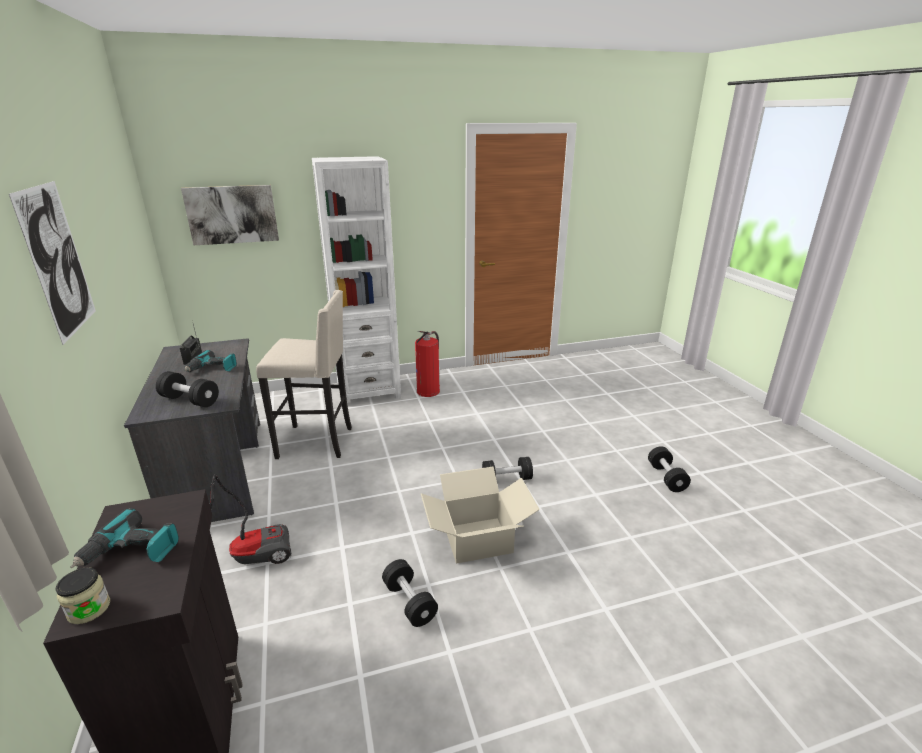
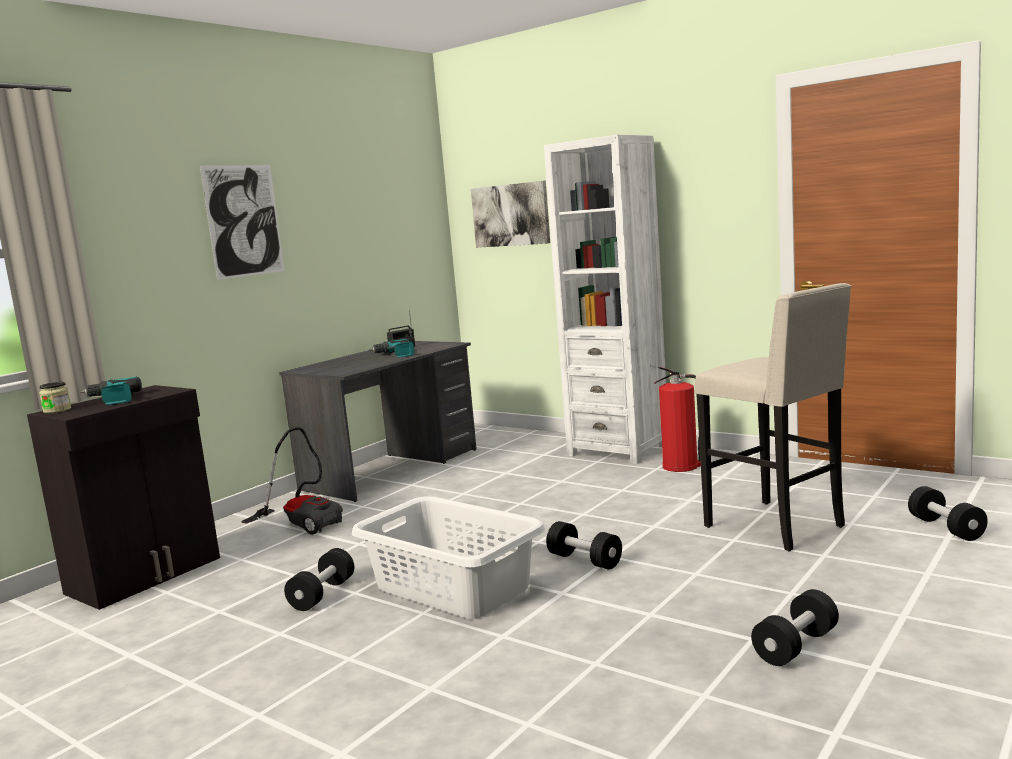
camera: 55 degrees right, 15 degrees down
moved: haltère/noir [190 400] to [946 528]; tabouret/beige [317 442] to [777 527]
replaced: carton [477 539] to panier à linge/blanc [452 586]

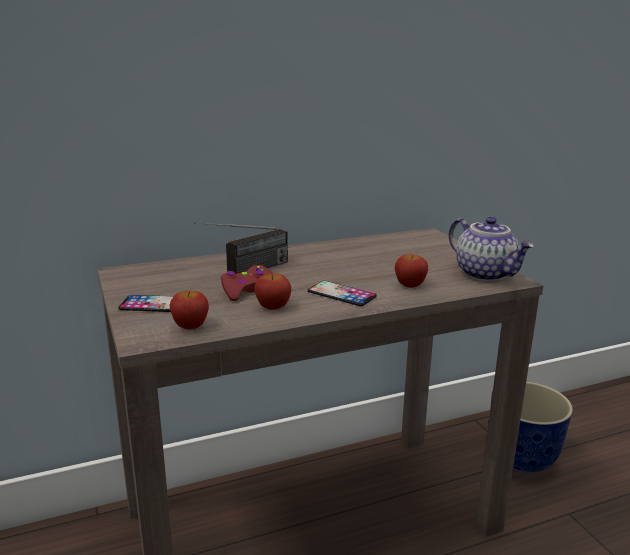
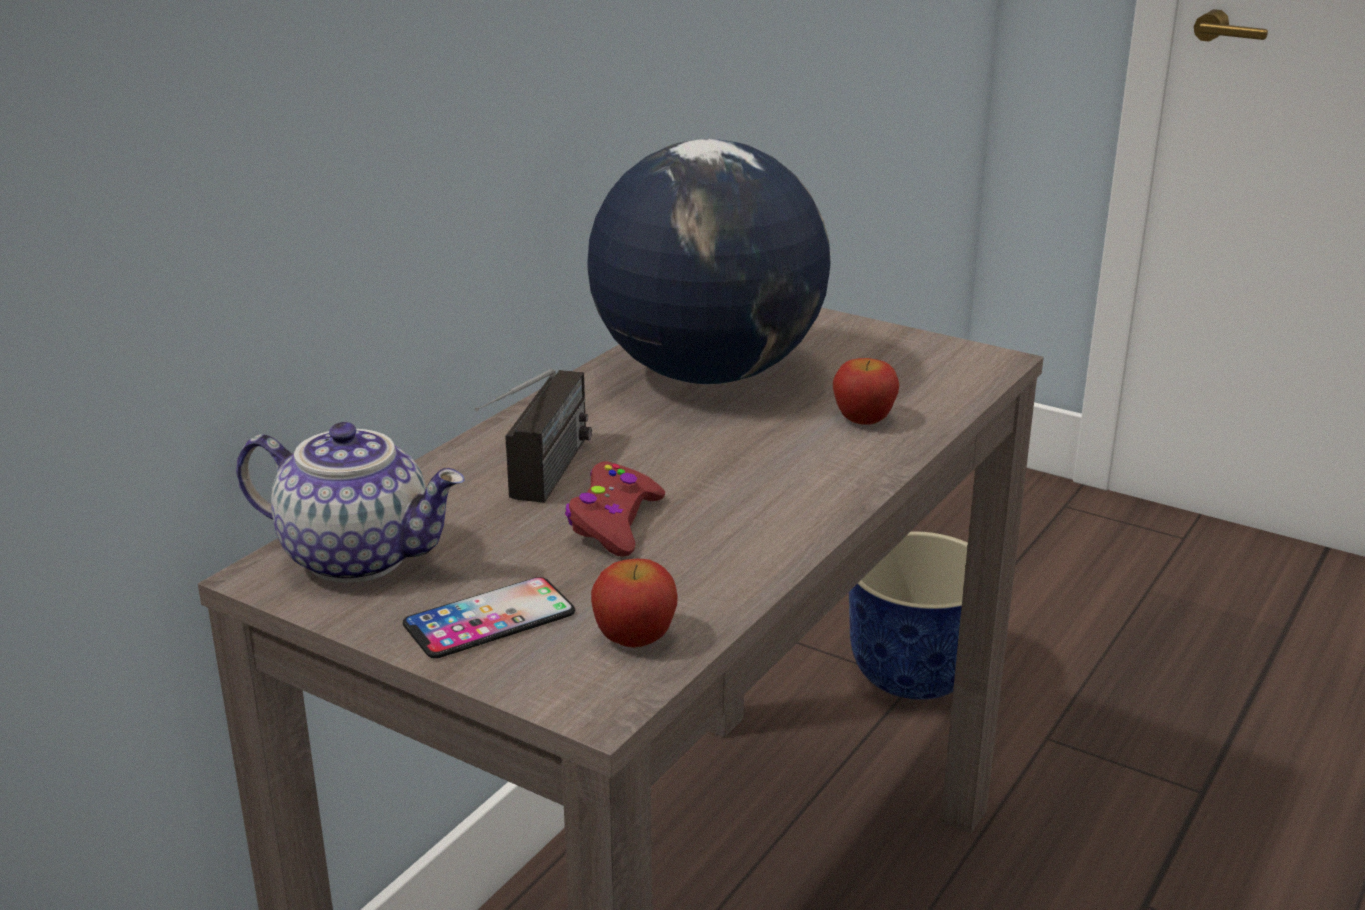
camera: 35 degrees left, 5 degrees up
removed: pomme [273 307]; téléphone [341 294]
added: globe [706 373]
moved: théière [486 274] to [360 556]

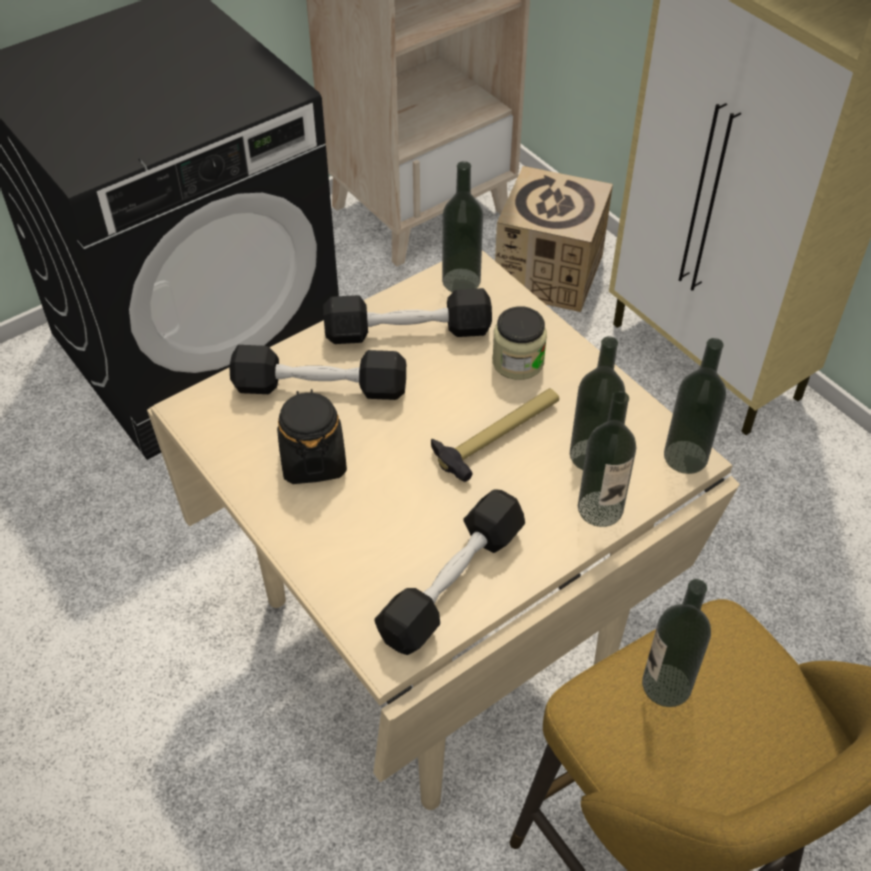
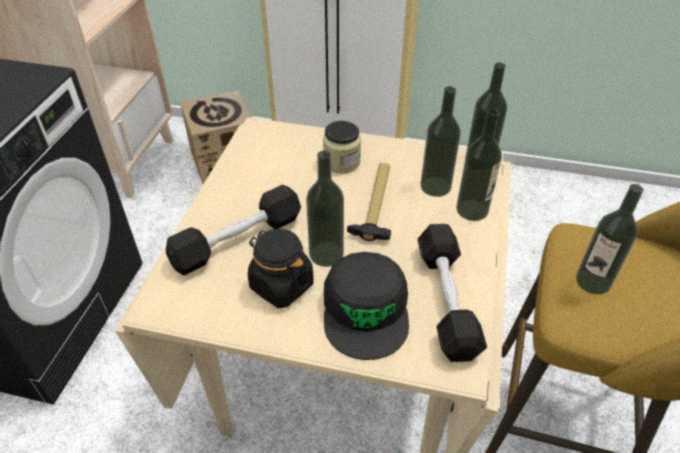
camera: 40 degrees left, 5 degrees down
removed: haltère/noir [408 331]
added: casquette/noir [366 310]
moved: bouteille [461 281] to [326 254]

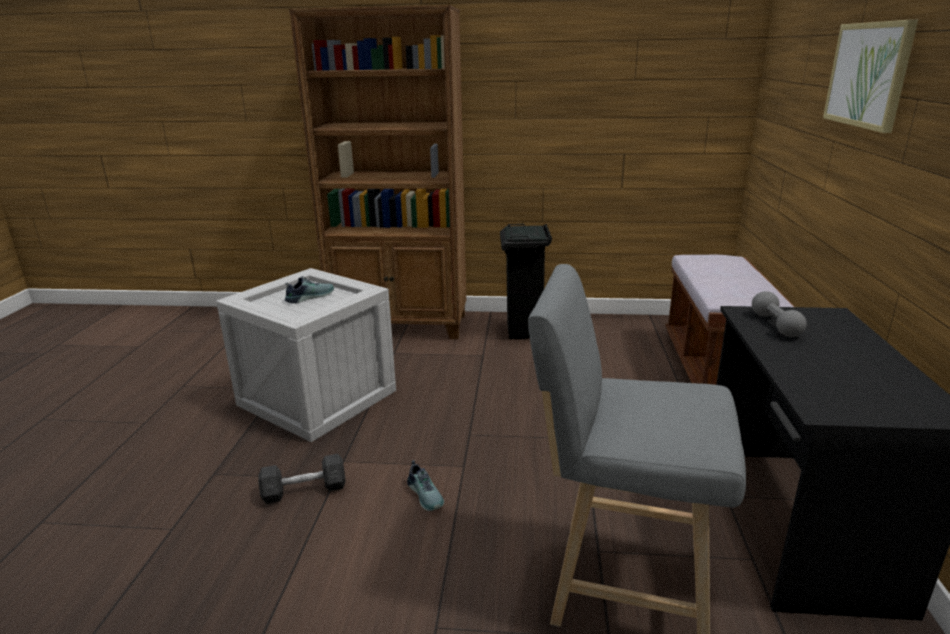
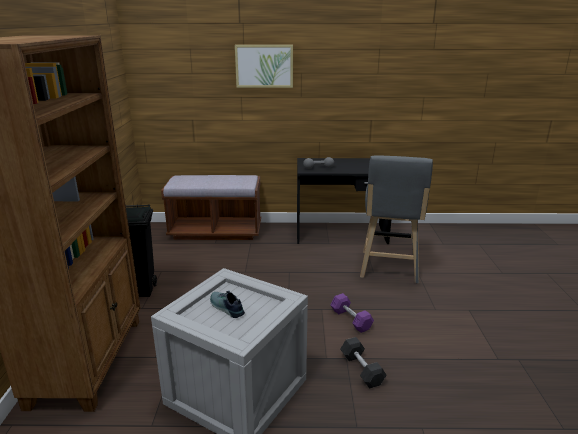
camera: 95 degrees left, 0 degrees up
replaced: chaussure [426 494] to haltère/violet [351 319]

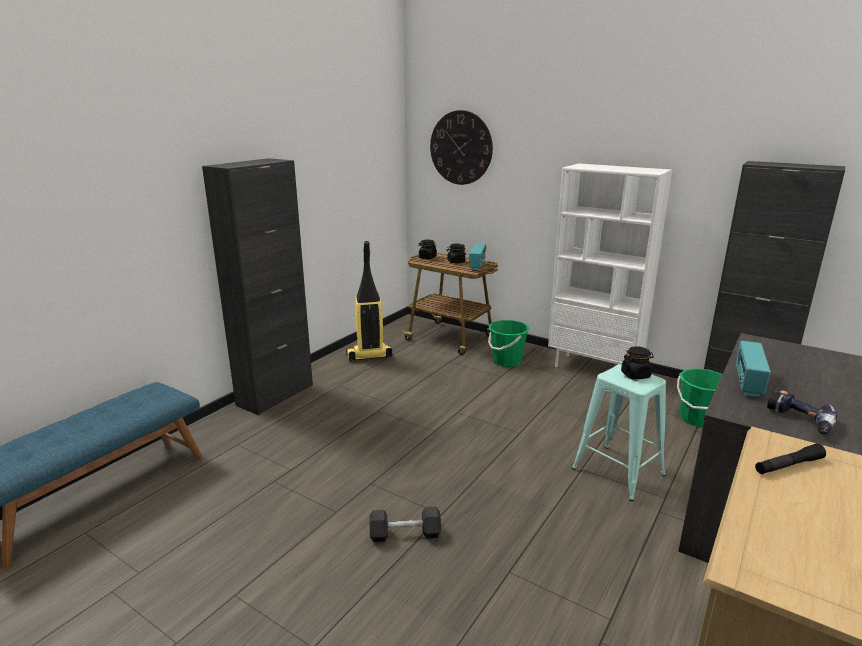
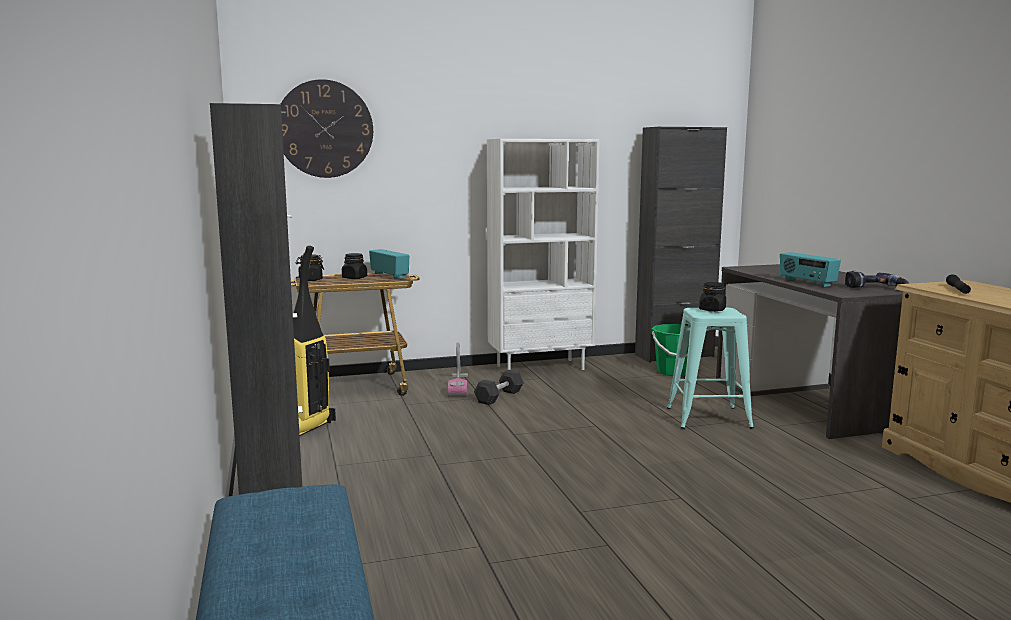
camera: 50 degrees left, 10 degrees down
moved: haltère/noir [405 534] to [499 397]
replaced: seau/vert [506 361] to aspirateur [458 386]

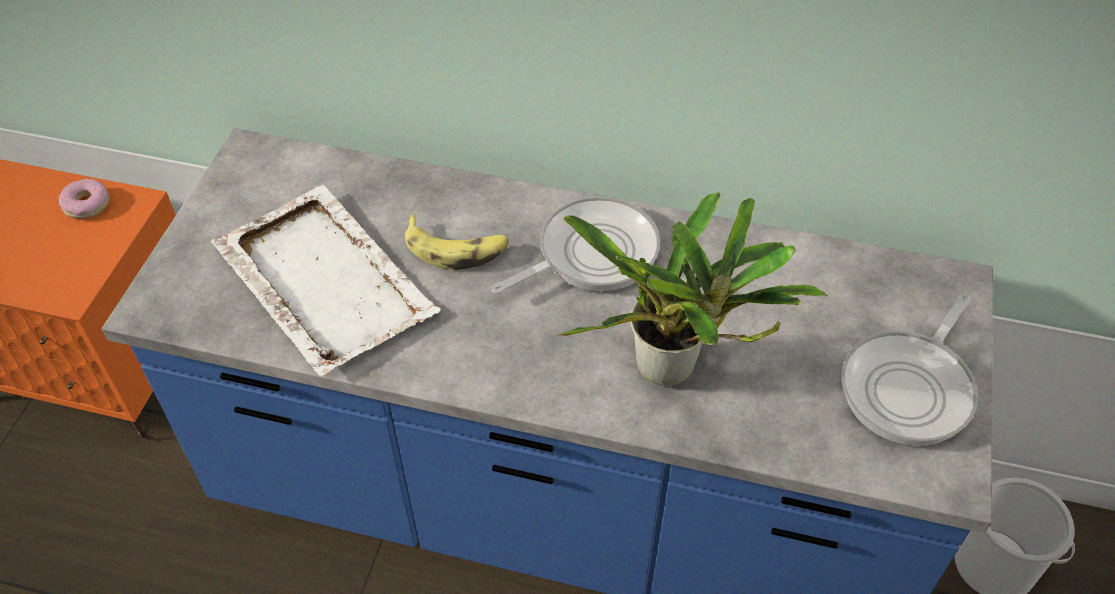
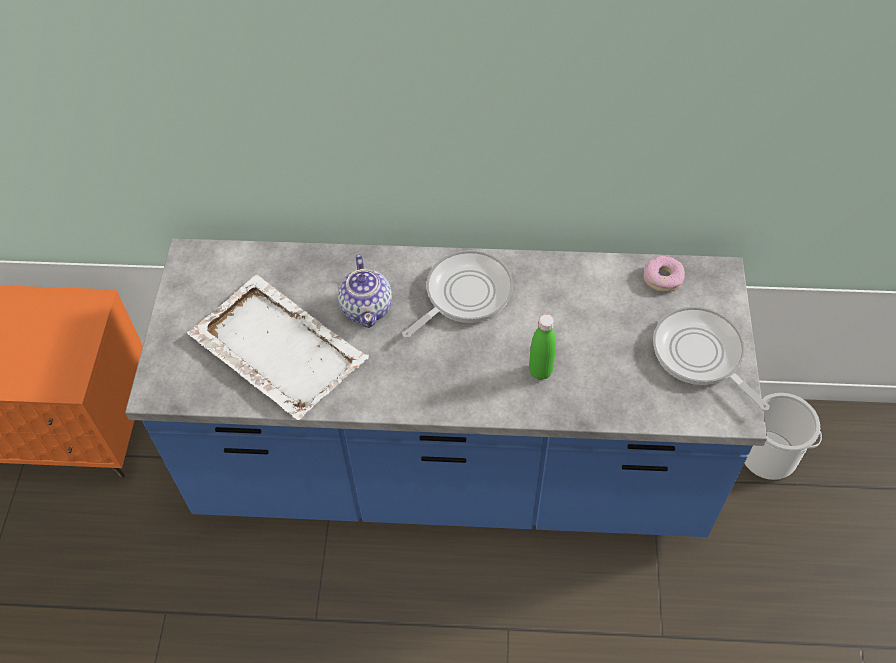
camera: 10 degrees left, 5 degrees up
moved: beignet [86 204] to [662 278]
replaced: banane [457 249] to théière [367 307]; plante en pot [673 370] to bouteille/vert [540 371]
turned: poêle [910 387] = [700 355] 120 degrees clockwise

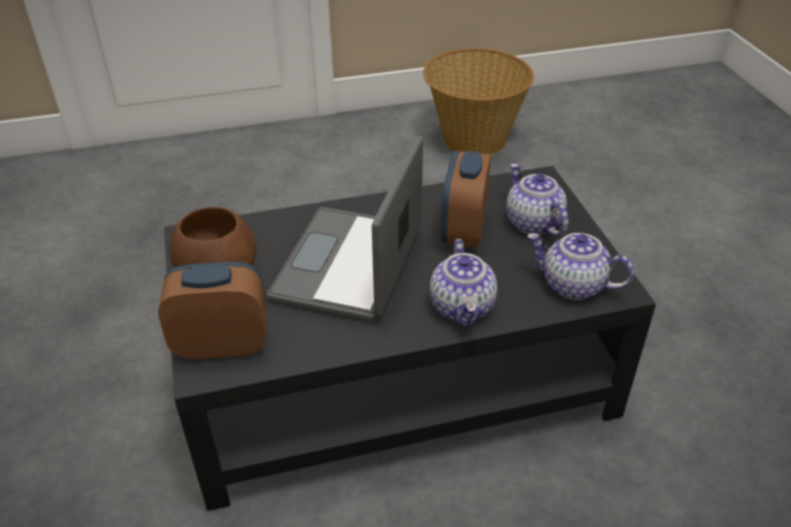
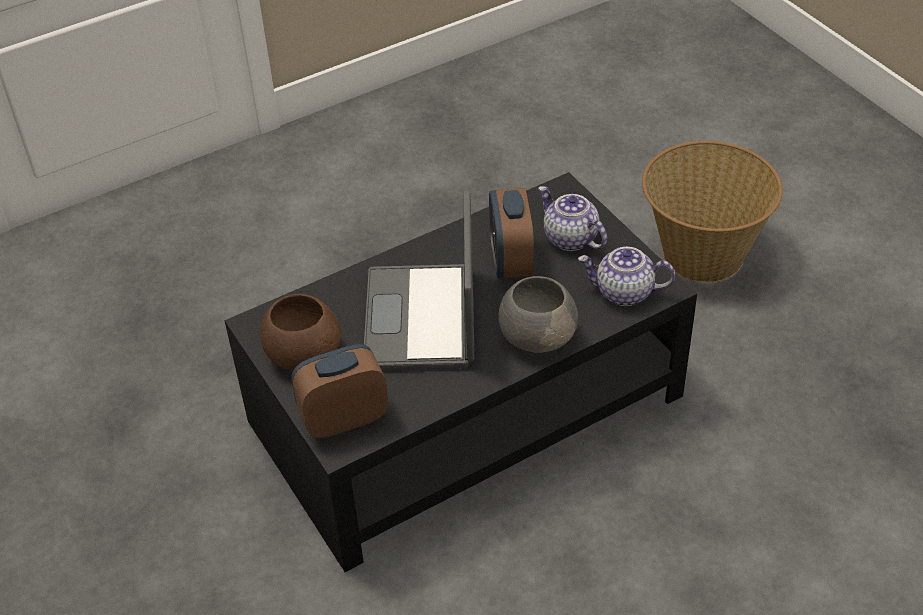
camera: 15 degrees left, 5 degrees up
moved: panier [473 140] to [701 255]
replaced: théière [463 307] to bol/gris [537 335]

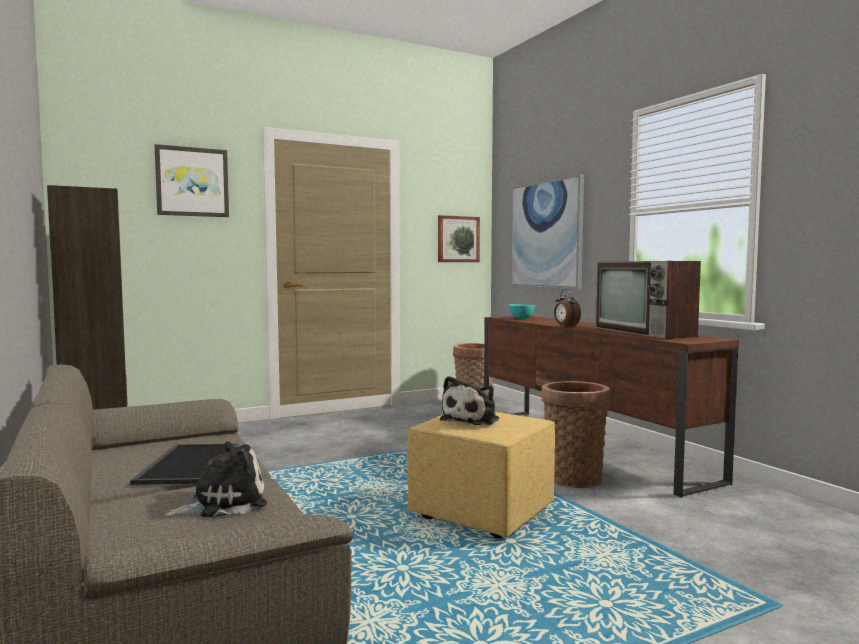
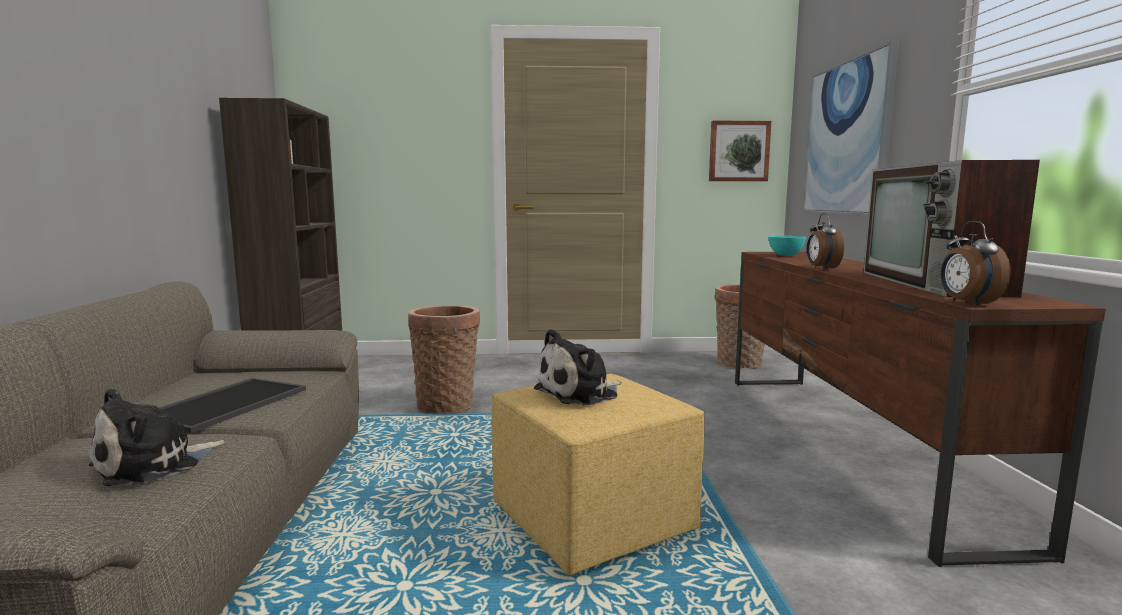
camera: 25 degrees right, 5 degrees up
removed: tableau [192 182]
added: réveil [967 303]
moved: panier [573 477] to [447 404]
turned: peluche [223 503] = [153 464] 135 degrees clockwise

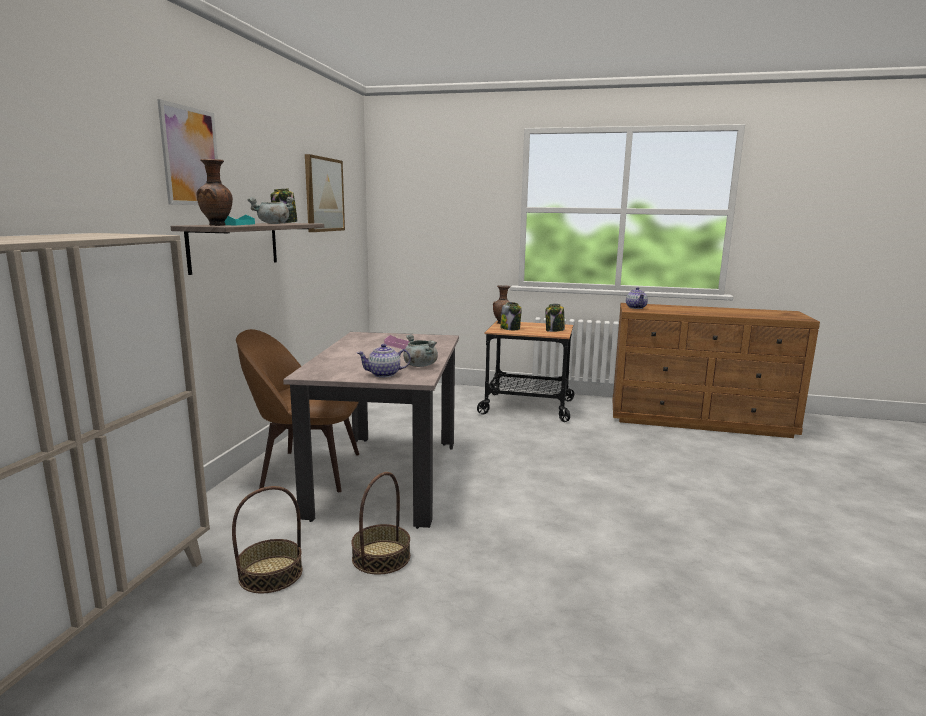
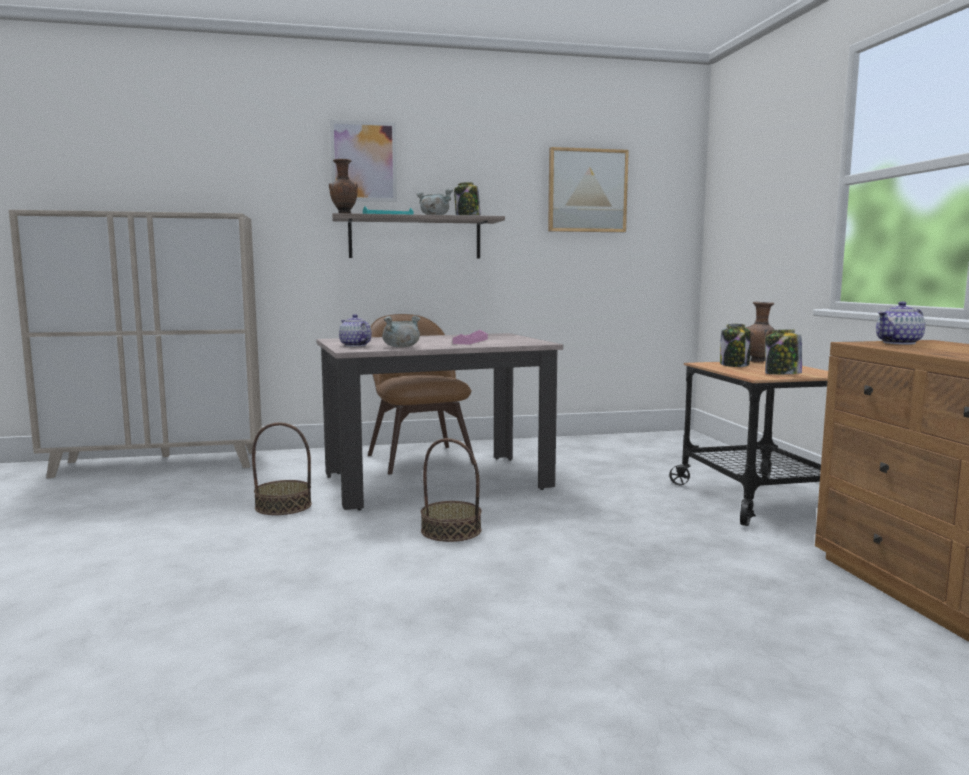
camera: 65 degrees right, 5 degrees down
moved: panier [271 574] to [451 530]

